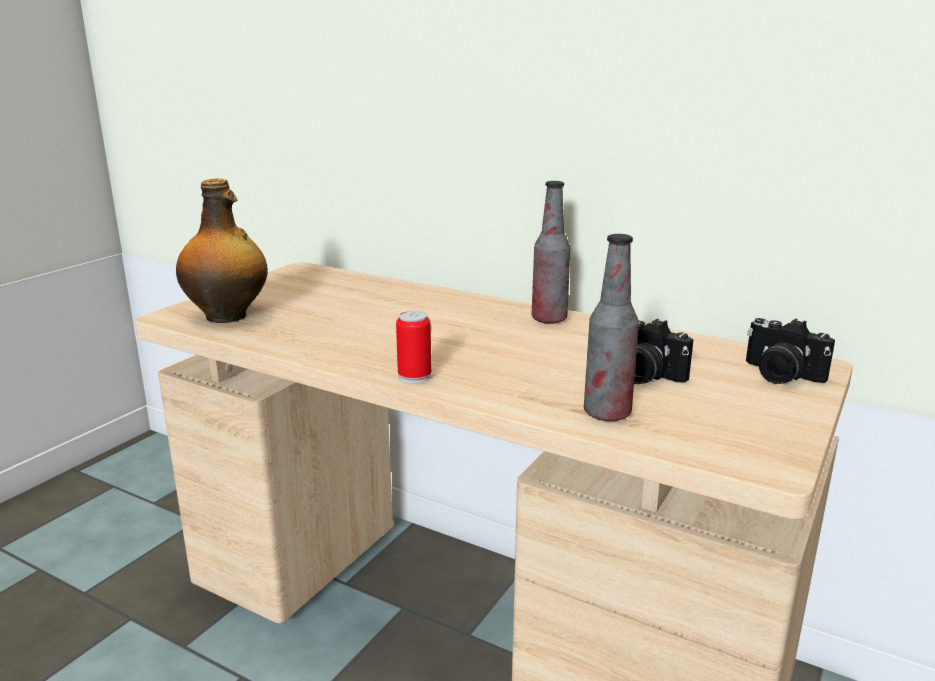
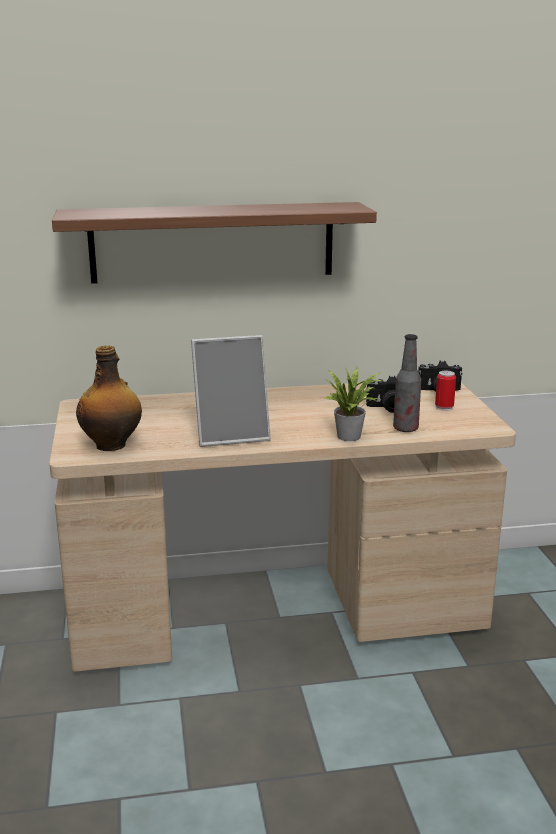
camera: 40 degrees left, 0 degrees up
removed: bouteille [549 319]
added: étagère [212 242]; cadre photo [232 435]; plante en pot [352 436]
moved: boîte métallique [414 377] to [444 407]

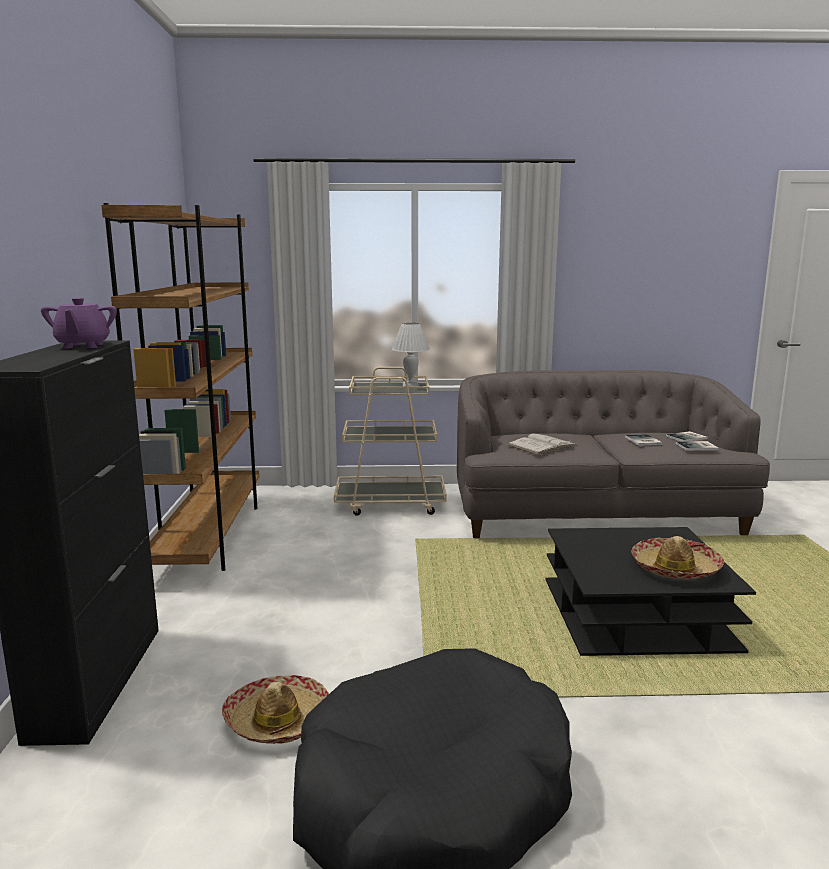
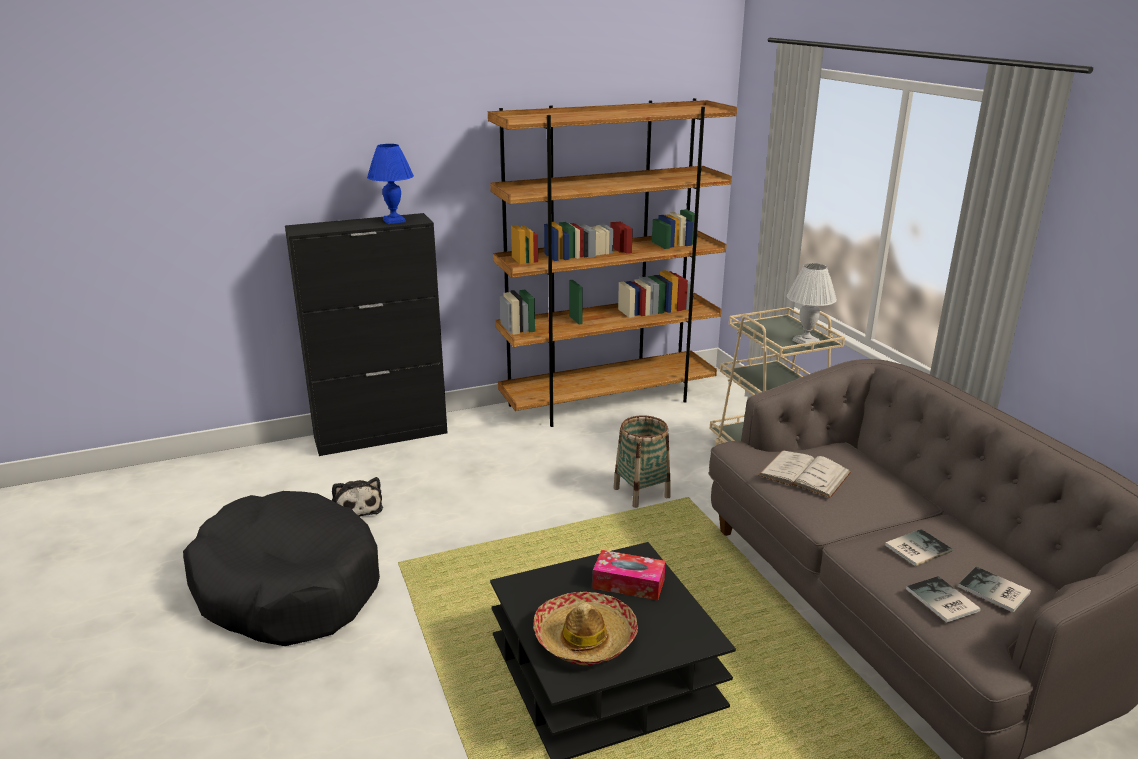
camera: 70 degrees right, 10 degrees up
added: boîte à mouchoirs [628 583]; panier [641 492]
replaced: théière/violet [82 346] to lampe de table/bleu [394 221]; chapeau [278 720] to peluche [356 508]

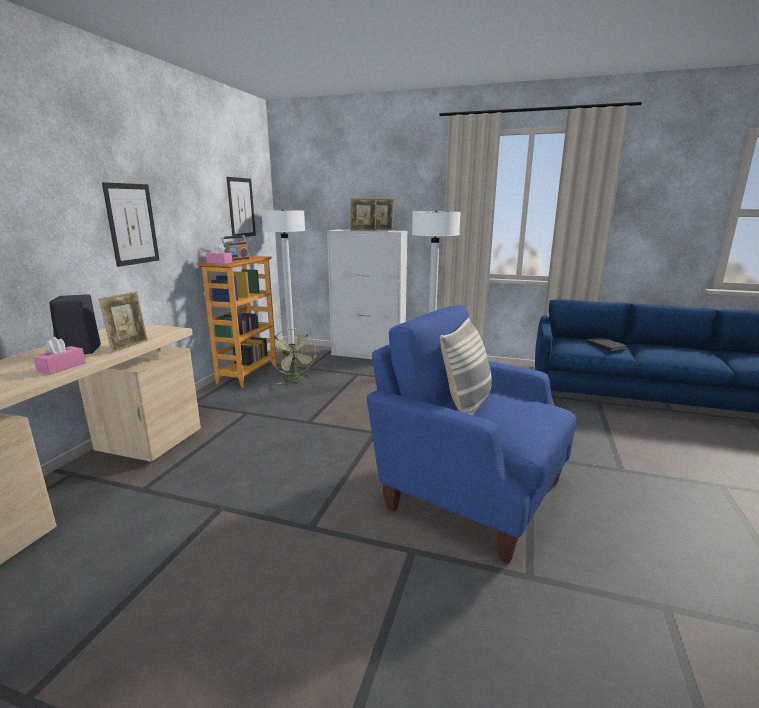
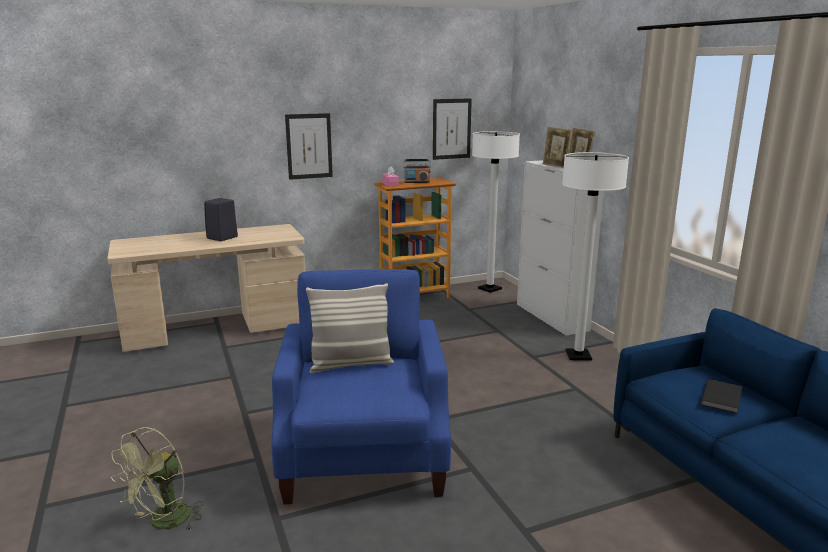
camera: 50 degrees right, 0 degrees up
removed: boîte à mouchoirs/rose [62 367]; cadre photo [129 346]
moved: ventilateur/vert [295 381] to [164 523]

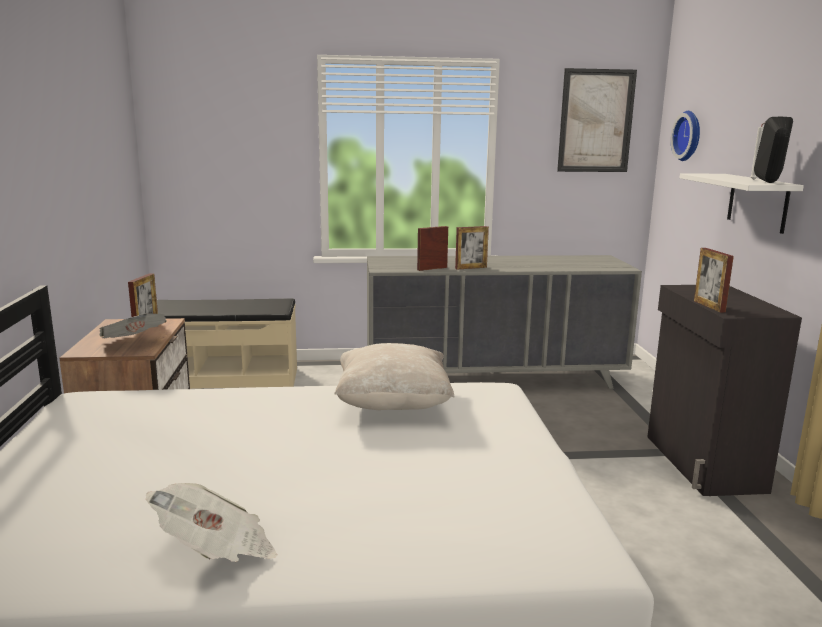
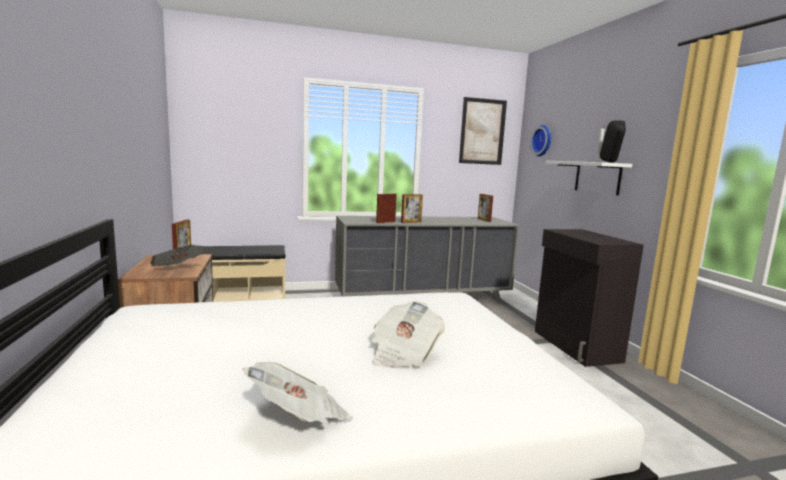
camera: 10 degrees left, 5 degrees down
removed: coussin/beige [393 404]
added: journal [403 353]
moved: cadre photo [709 306] to [484 220]

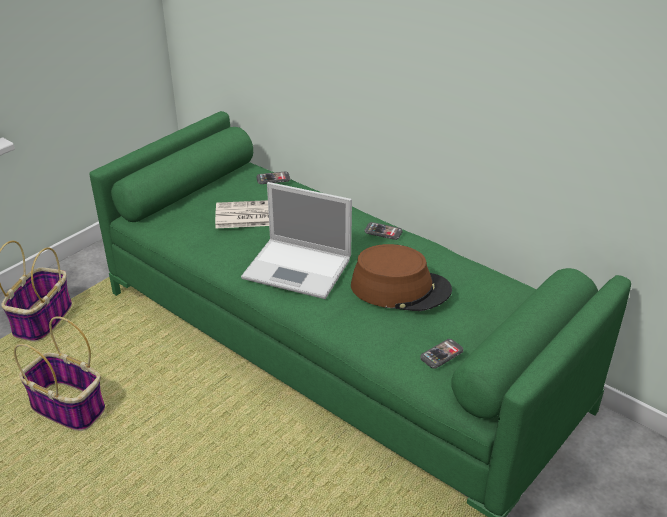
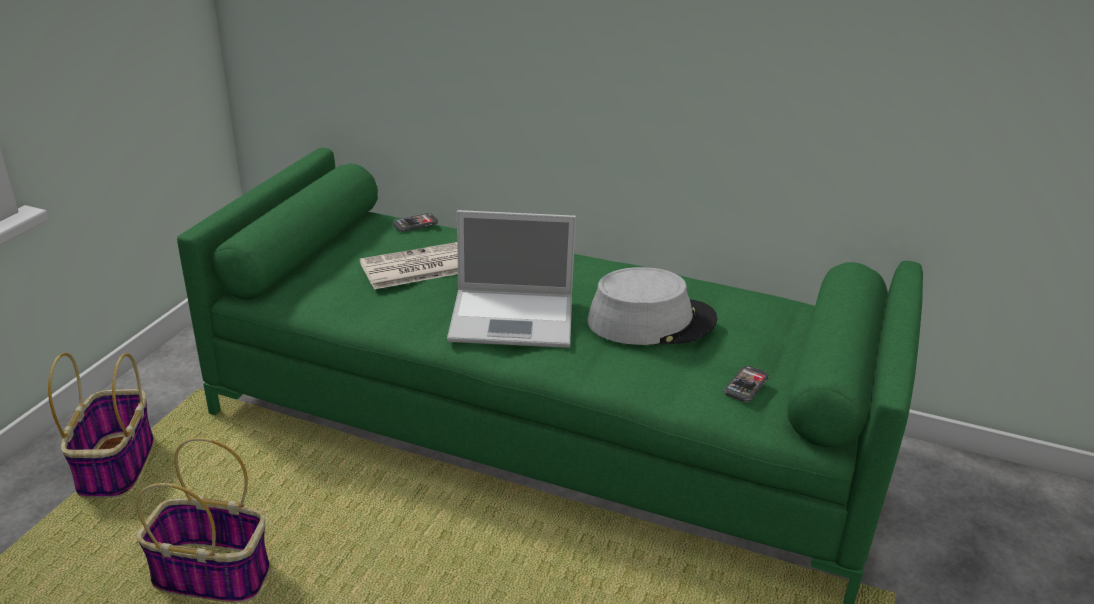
camera: 20 degrees left, 5 degrees down
removed: téléphone [383 232]
recoloured: chapeau/marron [400 288] to chapeau/gris [651 321]

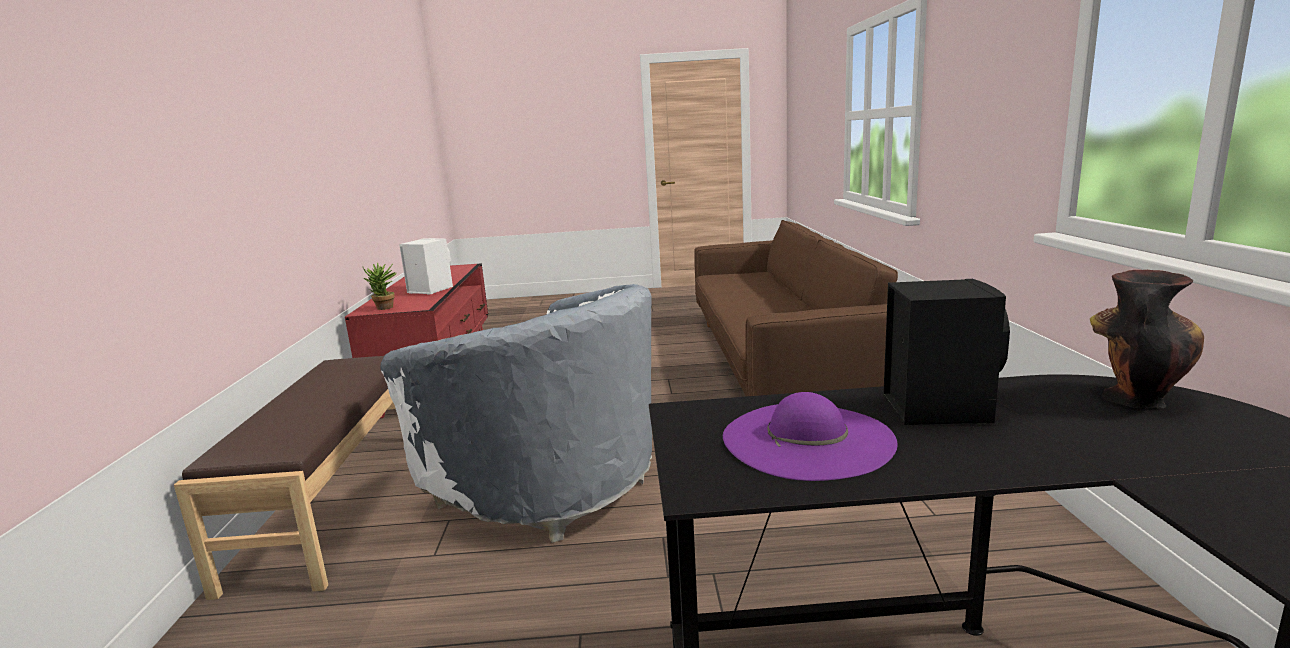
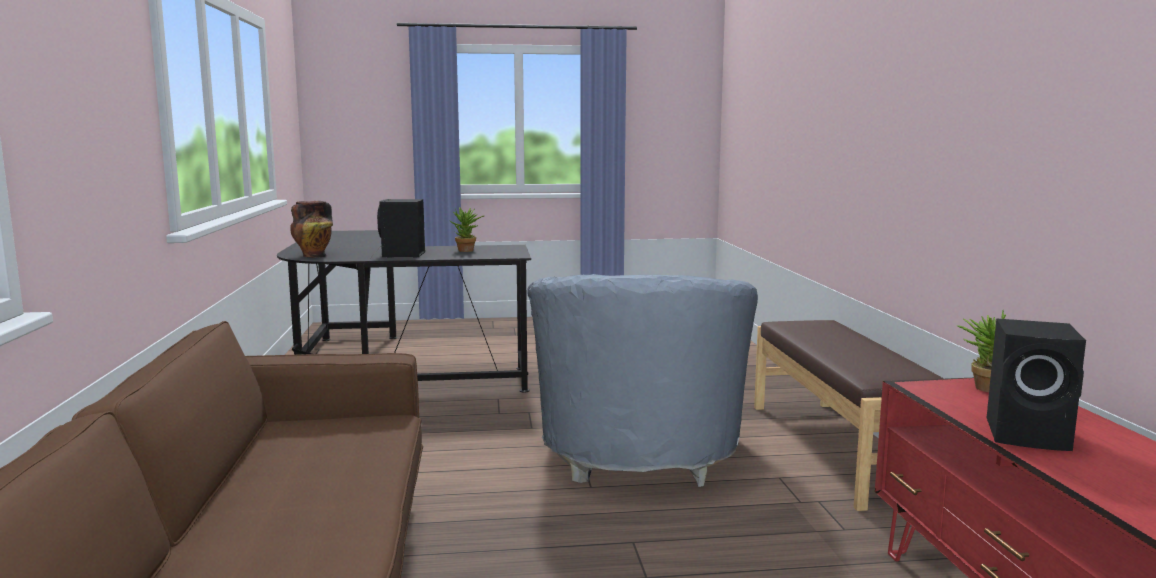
camera: 175 degrees right, 5 degrees down
replaced: chapeau/violet [807 439] to plante en pot [467 251]
recoloured: enceinte/blanc [429 290] to enceinte/noir [1031 435]
turned: fauteuil/blanc [551 490] = [638 456] 120 degrees counterclockwise

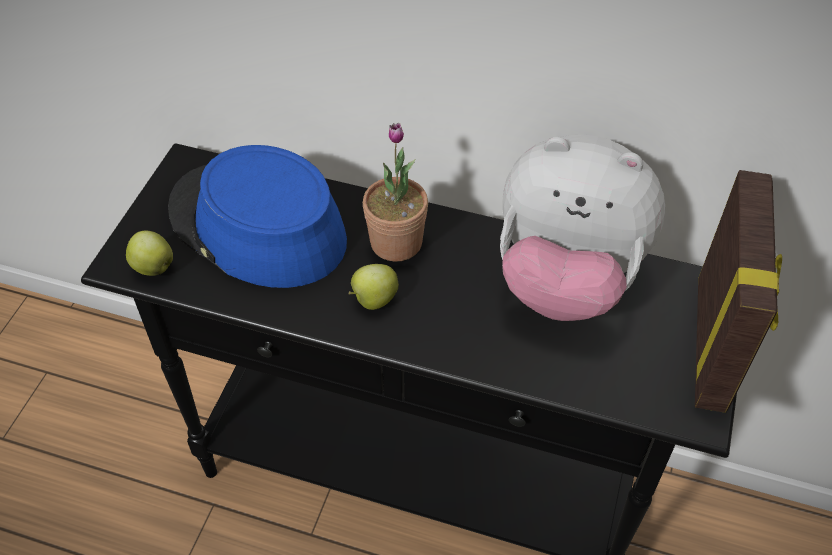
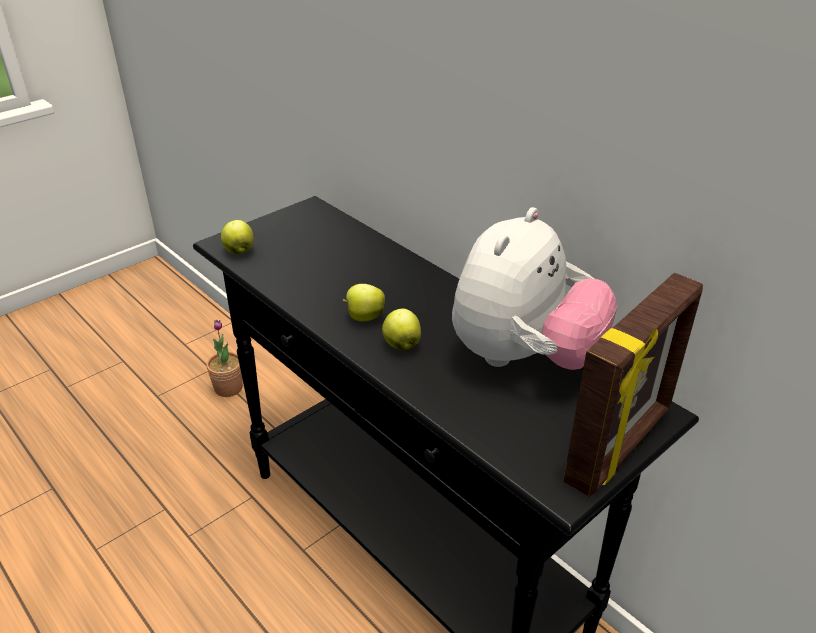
camera: 30 degrees right, 15 degrees down
removed: chapeau/bleu [257 226]
added: pomme [401 344]
moved: plante en pot [396 242] to [228 388]
turned: peluche [566 280] = [524 357] 105 degrees counterclockwise

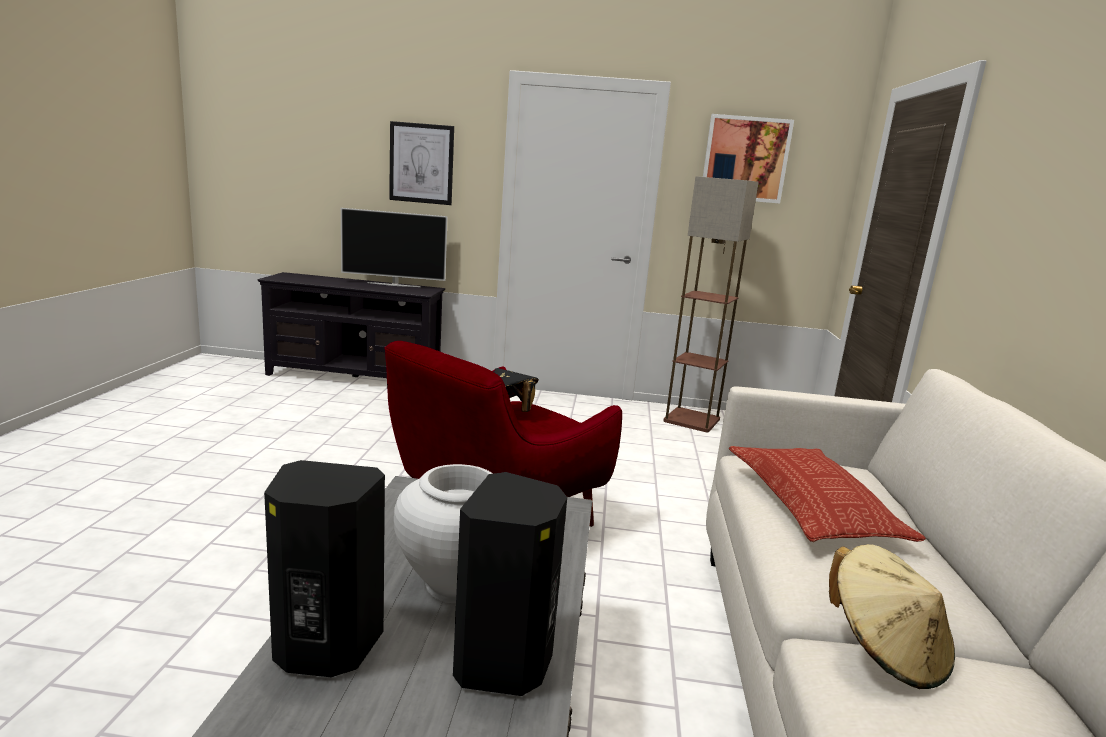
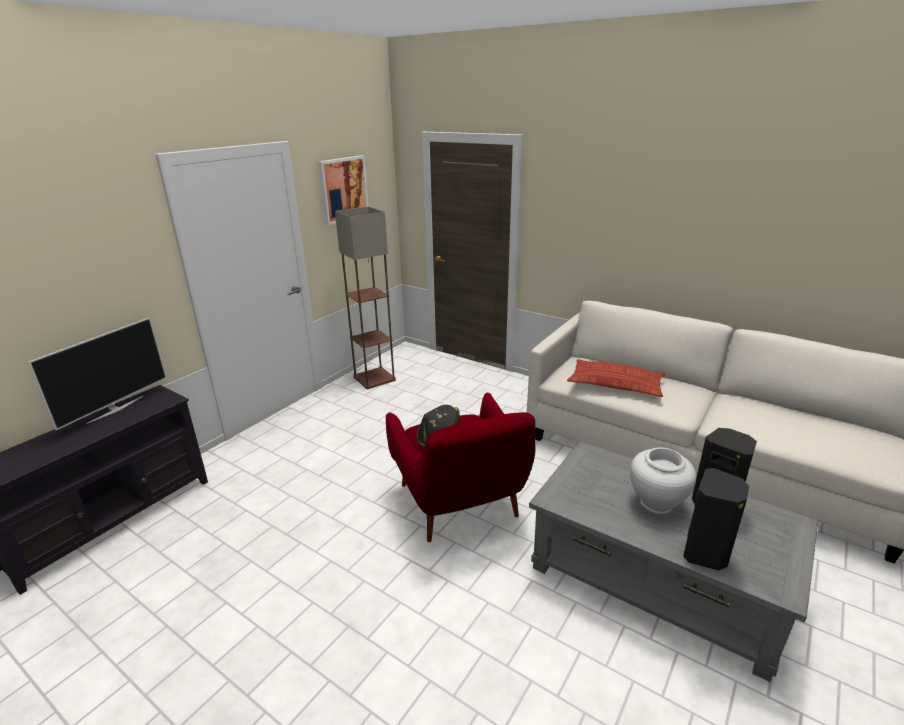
camera: 60 degrees left, 10 degrees up
removed: tableau [421 163]; chapeau/beige [885 649]

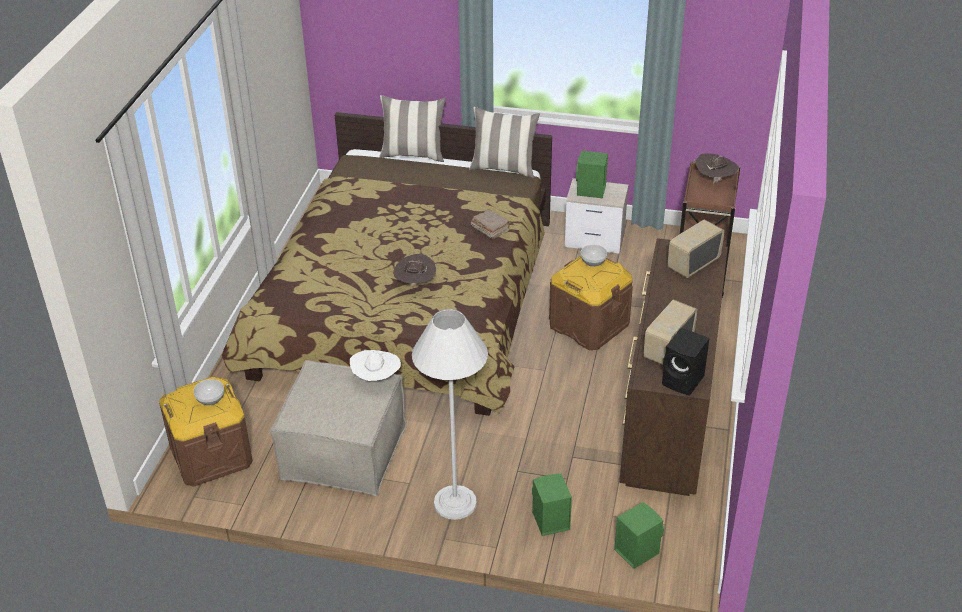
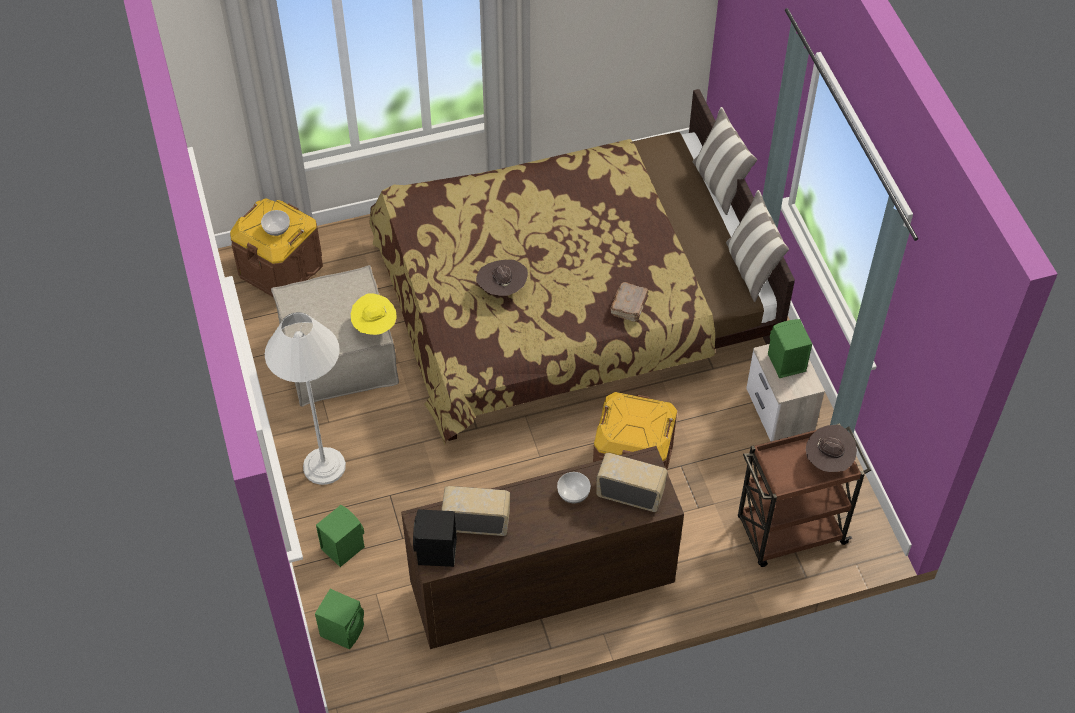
camera: 60 degrees right, 15 degrees up
moved: bol [593 261] to [573 493]
recoloured: chapeau/blanc [376 379] to chapeau/jaune [374 327]

